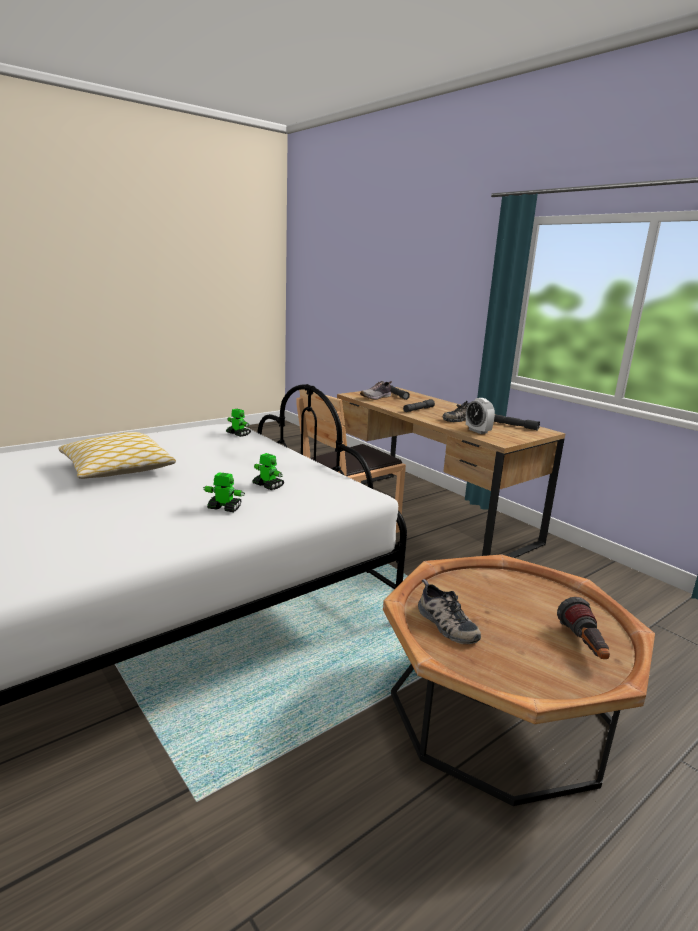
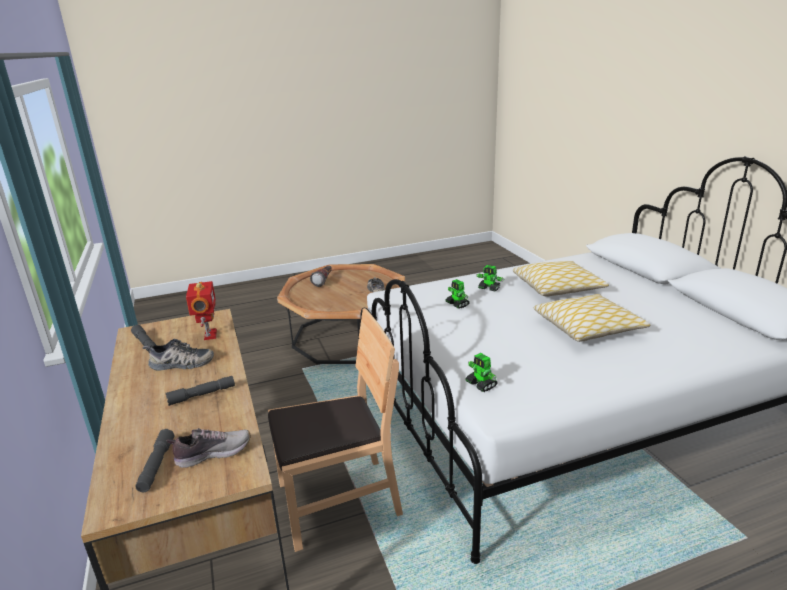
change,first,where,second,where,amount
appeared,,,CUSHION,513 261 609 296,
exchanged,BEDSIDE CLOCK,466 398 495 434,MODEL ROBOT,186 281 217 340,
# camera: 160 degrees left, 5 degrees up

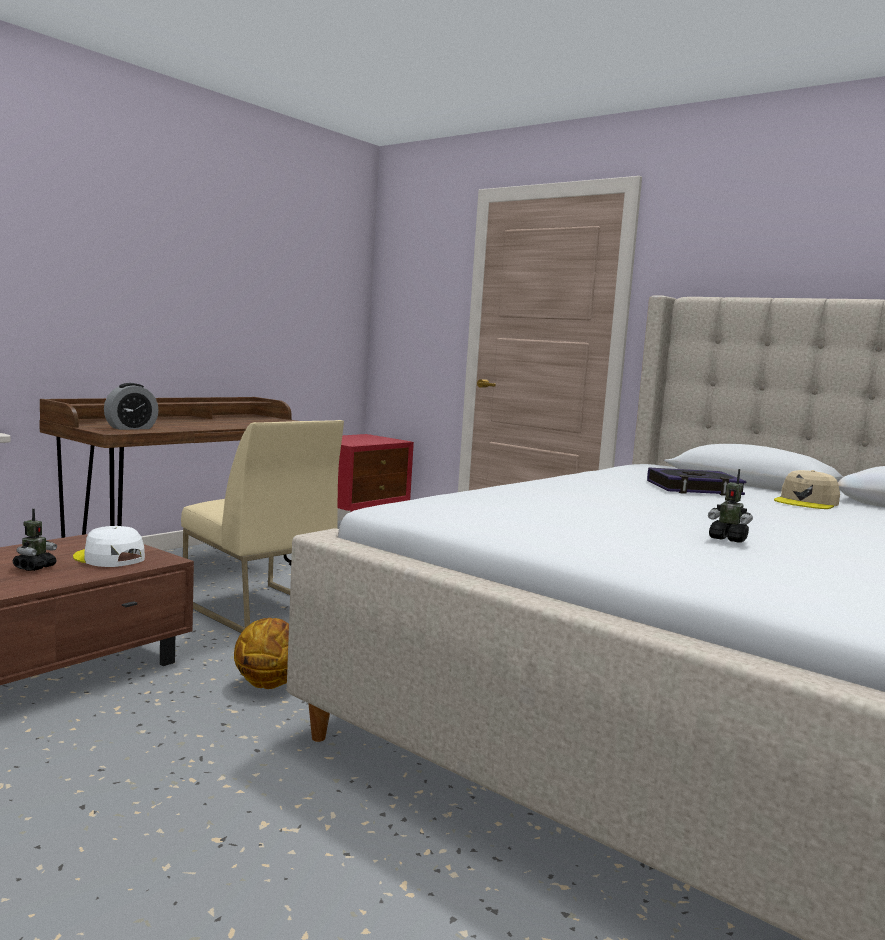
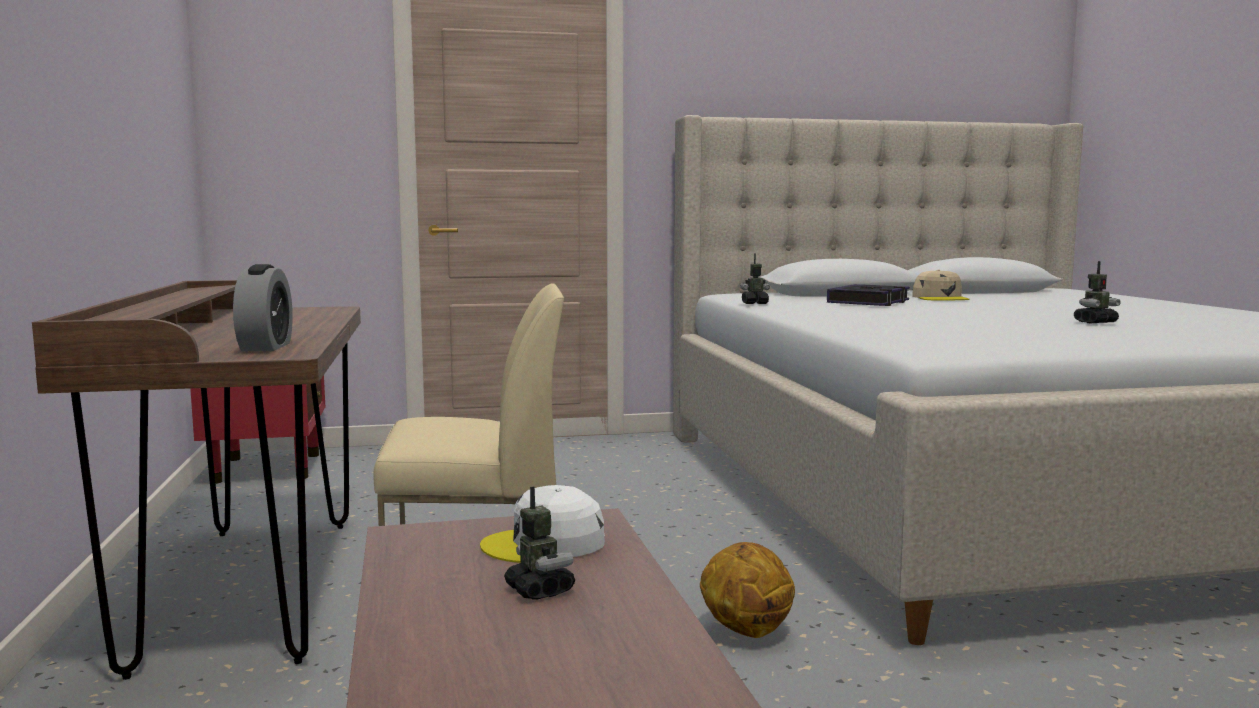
change,first,where,second,where,amount
appeared,,,MODEL ROBOT,740 253 770 304,
# camera: 50 degrees left, 0 degrees up

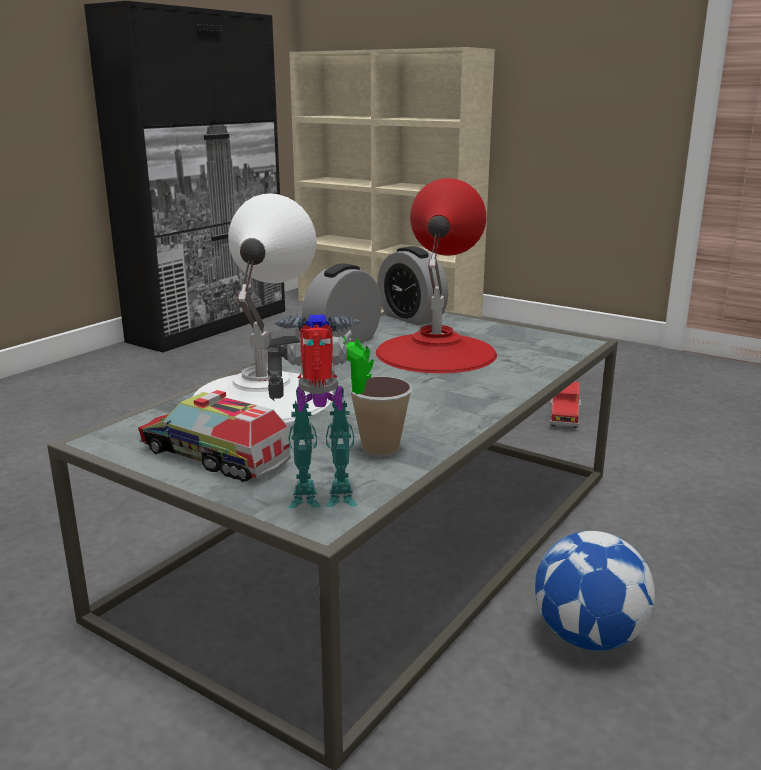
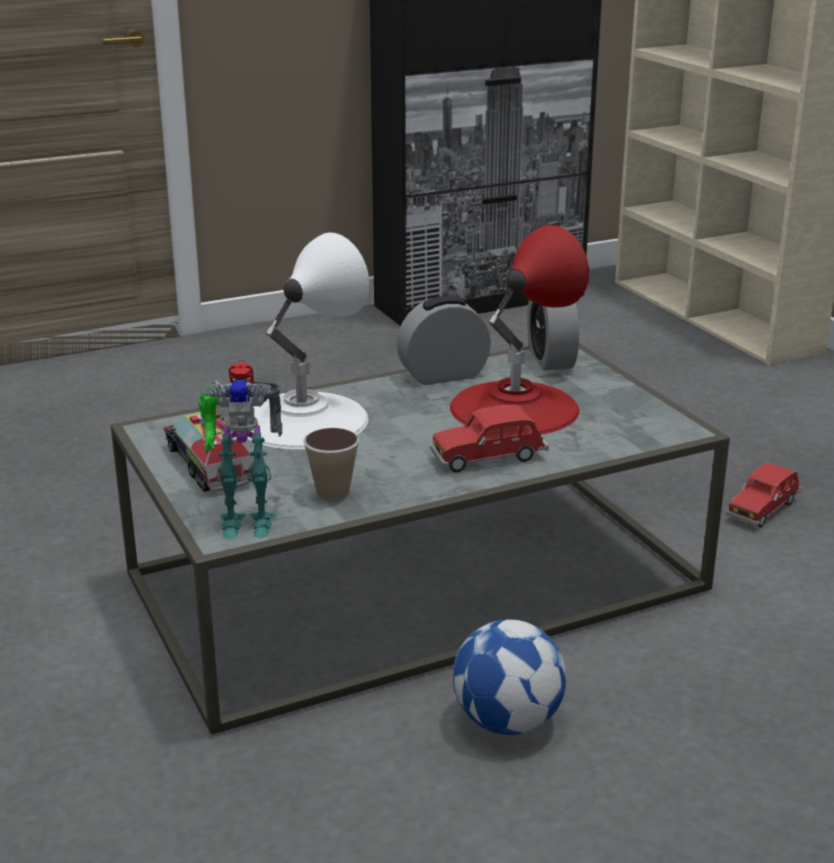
change,first,where,second,where,amount
appeared,,,RED-COLOURED TOY CAR,430 404 549 472,
spun,MODEL ROBOT,264 313 374 508,,198 360 282 540,150 degrees clockwise
# camera: 30 degrees right, 5 degrees up

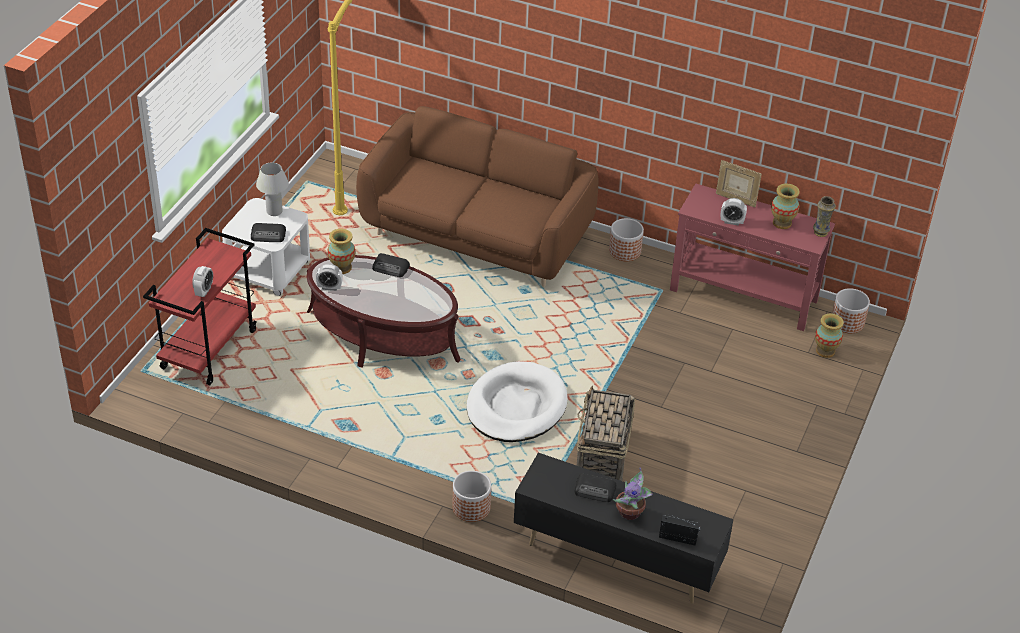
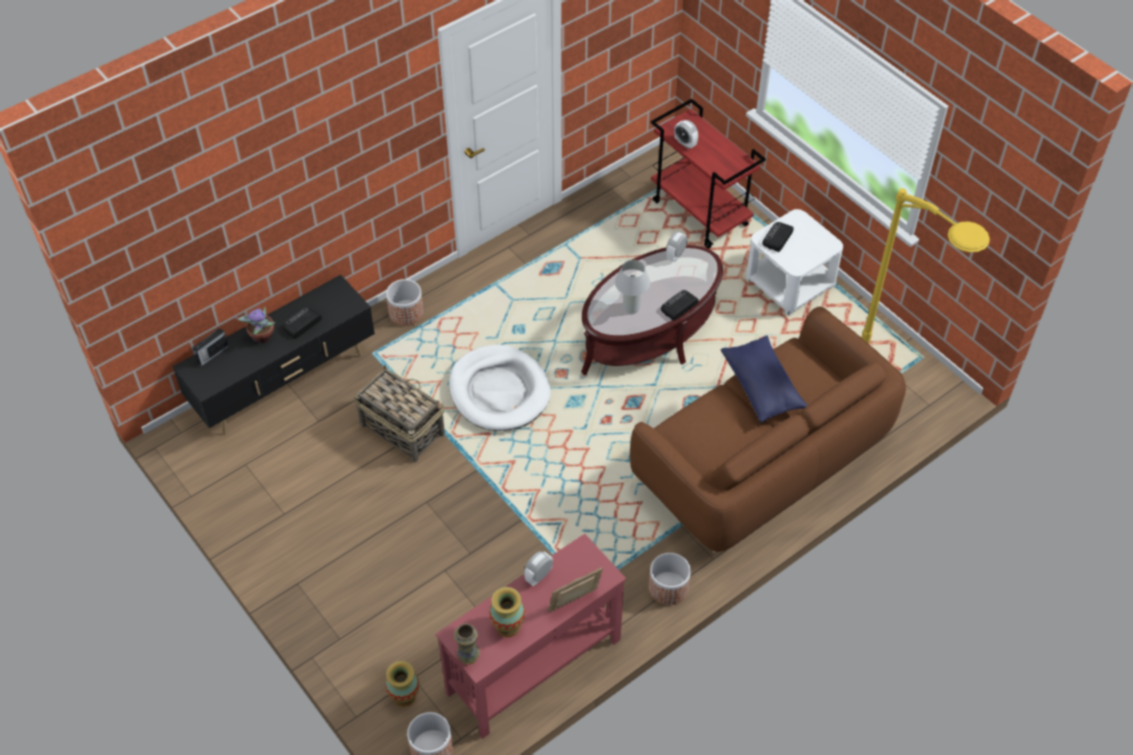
change,first,where,second,where,amount
missing,VASE,327 229 355 274,,,
appeared,,,BLUE-COLOURED CUSHION,721 335 808 423,
relocated,WHITE-COLOURED LAMP FOR A TABLE,256 163 289 216,,615 260 650 314,
# camera: 120 degrees right, 10 degrees up

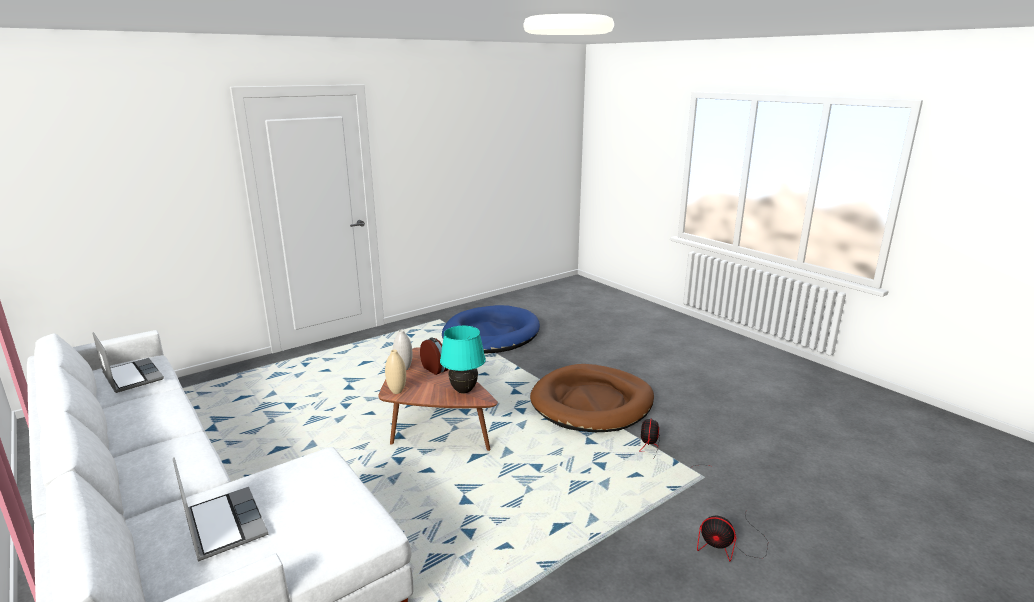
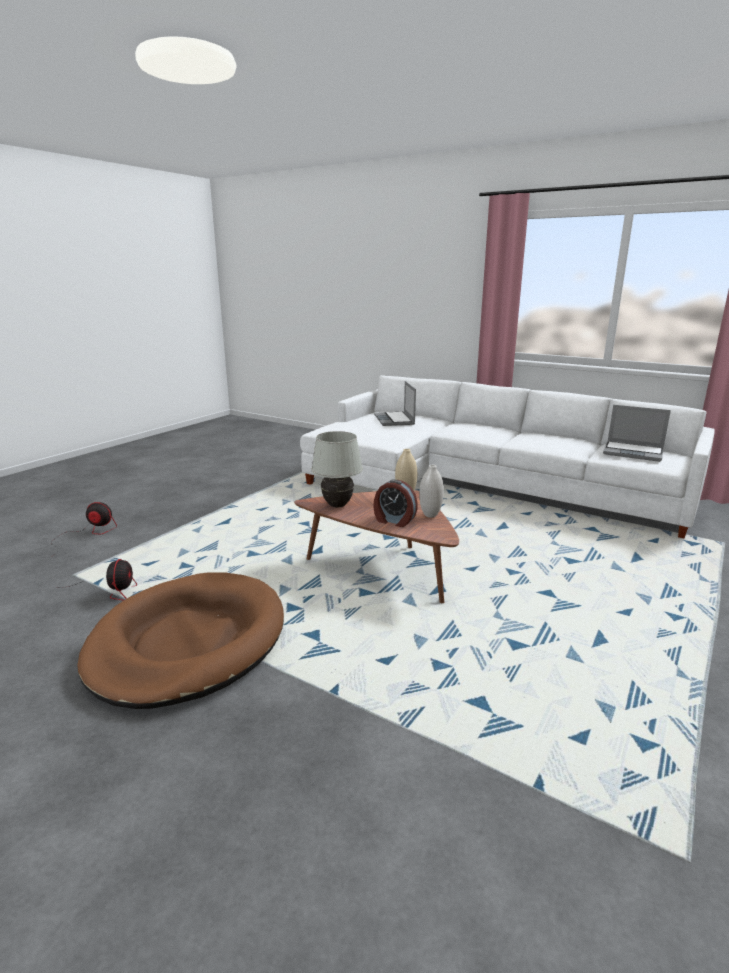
change,first,where,second,where,amount
missing,BLUE-COLOURED PET BED,442 305 540 353,,,
colour,TURQUOISE LAMP FOR A TABLE,440 326 486 393,WHITE-COLOURED LAMP FOR A TABLE,311 431 363 508,
spun,LAPTOP,173 457 268 562,,374 381 416 426,45 degrees clockwise
# camera: 160 degrees right, 0 degrees up

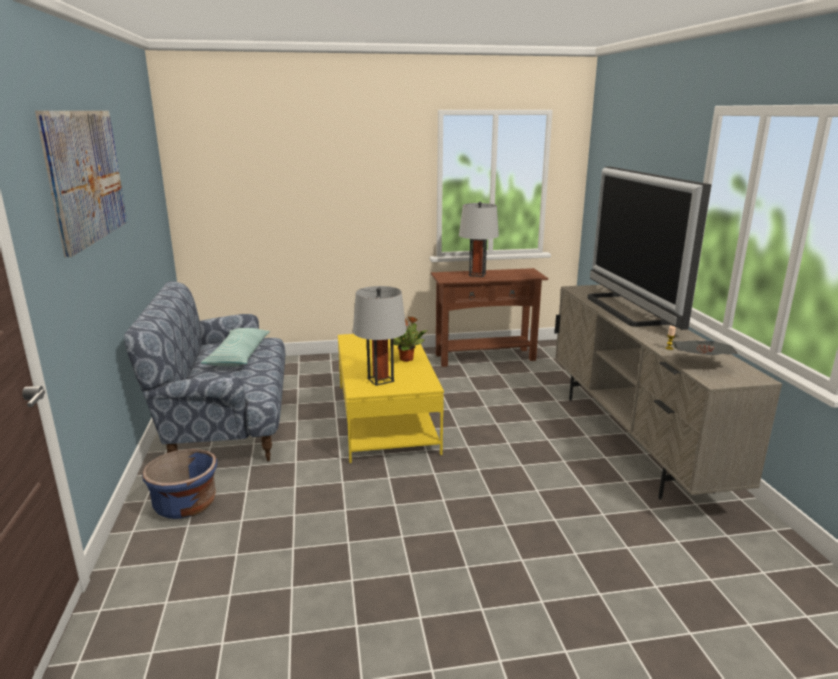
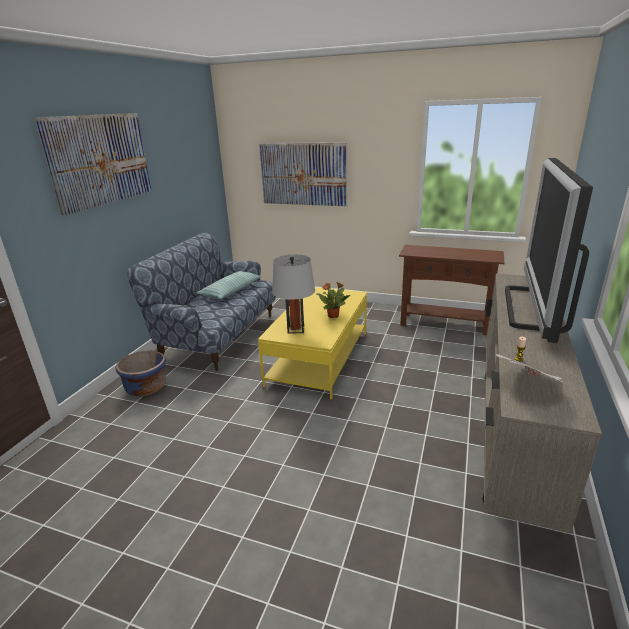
change,first,where,second,where,amount
missing,GREYISH LAMP FOR A TABLE,459 202 499 277,,,
appeared,,,PICTURE,259 142 346 206,
# camera: 30 degrees right, 5 degrees up

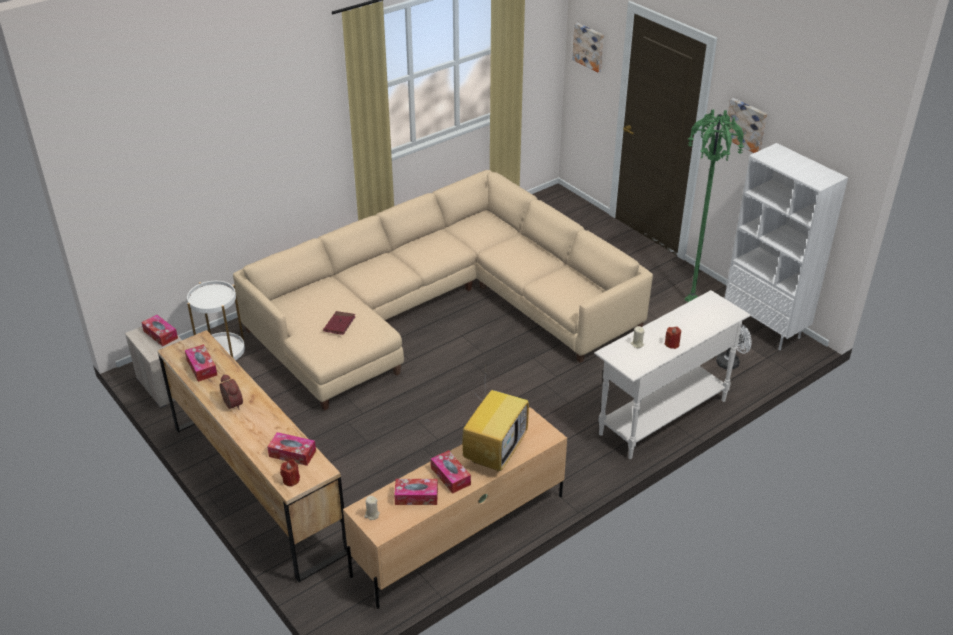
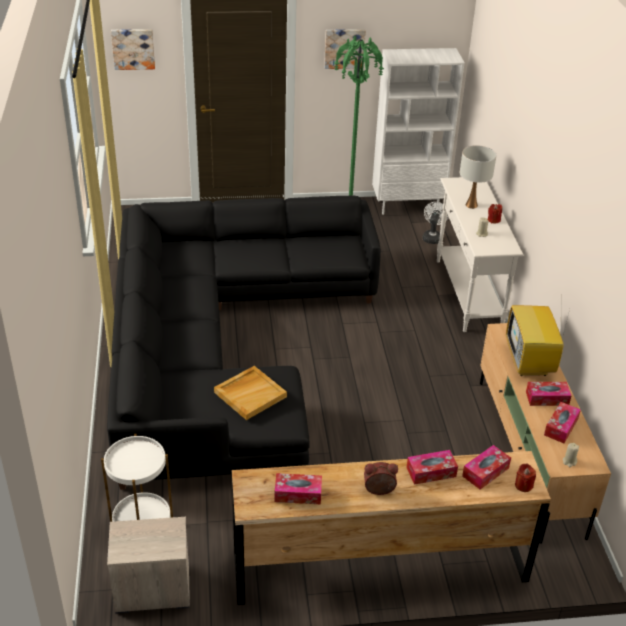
change,first,where,second,where,amount
appeared,,,WHITE-COLOURED LAMP FOR A TABLE,460 145 496 209,
relocated,TISSUE HOLDER,141 315 178 346,,406 450 458 485,
exchanged,RED-COLOURED BOUND BOOK,323 311 356 335,SAND-COLOURED CARRYING TRAY,214 366 287 420,
colour,SAND-COLOURED SETTEE,233 170 653 411,BLACK-COLOURED SETTEE,107 195 381 490,
spun,TELEVISION,462 390 529 471,,506 305 569 376,150 degrees counterclockwise
# camera: 60 degrees left, 0 degrees up

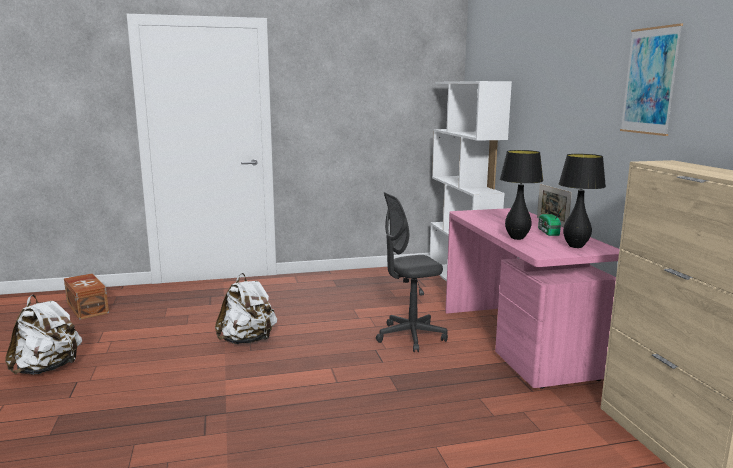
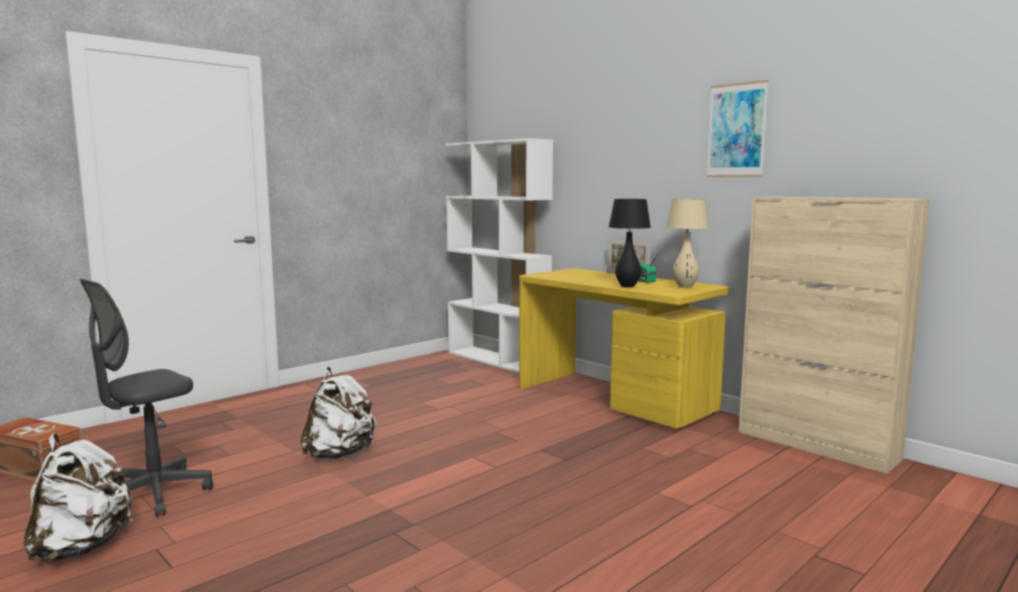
change,first,where,second,where,amount
relocated,GREYISH COMPUTER CHAIR,376 192 448 352,,80 279 213 517,
colour,PINK DESK,445 208 619 389,YELLOW DESK,519 268 729 429,
colour,BLACK-COLOURED LAMP FOR A TABLE,559 154 606 248,SAND-COLOURED LAMP FOR A TABLE,666 199 710 288,
# camera: 30 degrees left, 5 degrees down

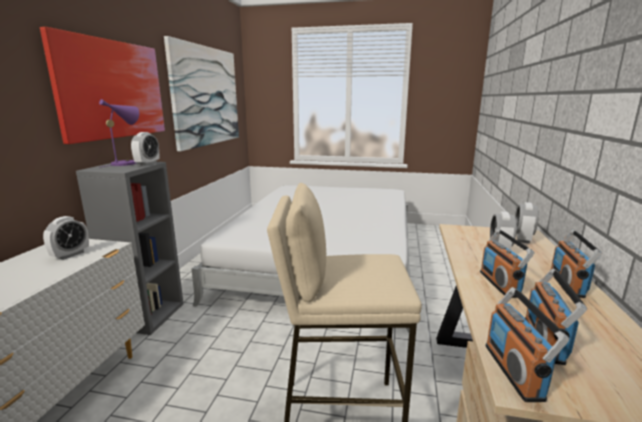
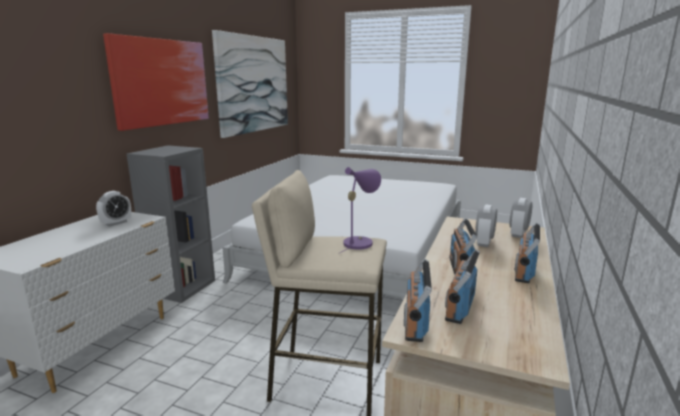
change,first,where,second,where,amount
missing,BEDSIDE CLOCK,131 132 159 166,,,
relocated,PURPLE LAMP FOR A TABLE,99 99 139 167,,340 167 381 253,
# camera: 10 degrees right, 0 degrees up

